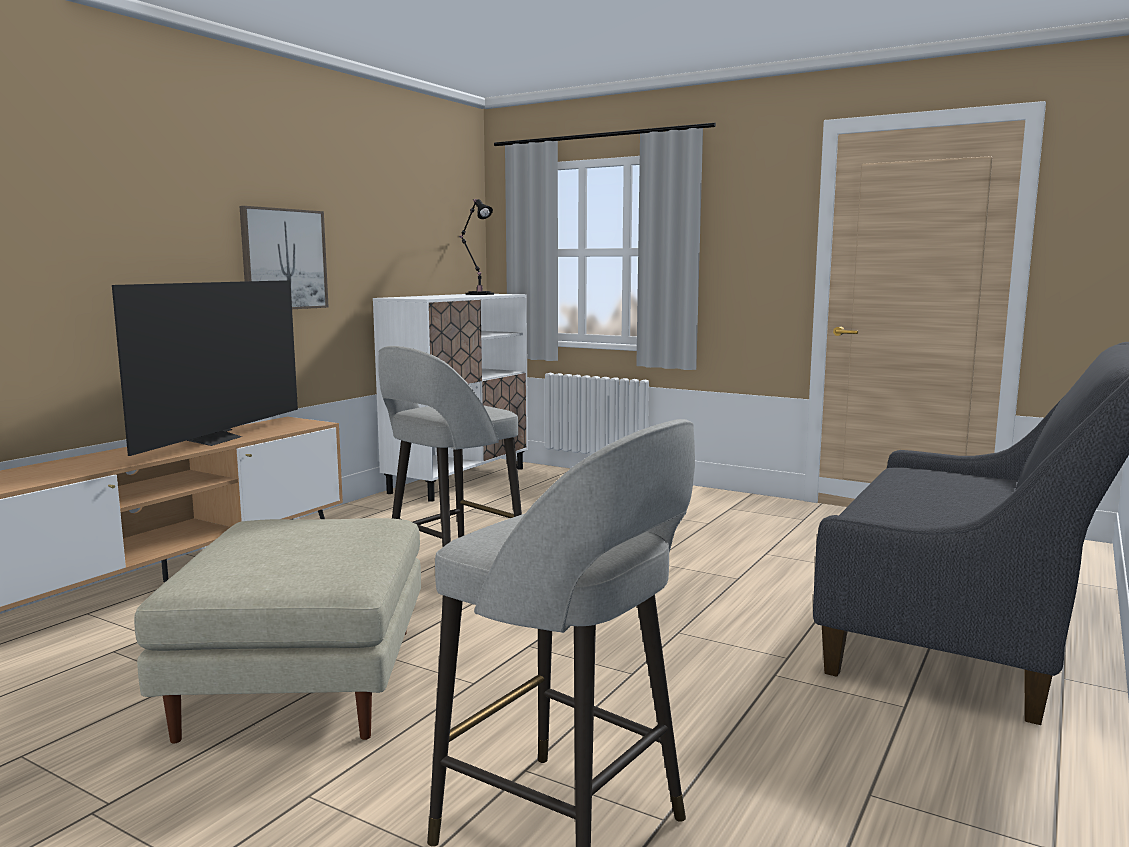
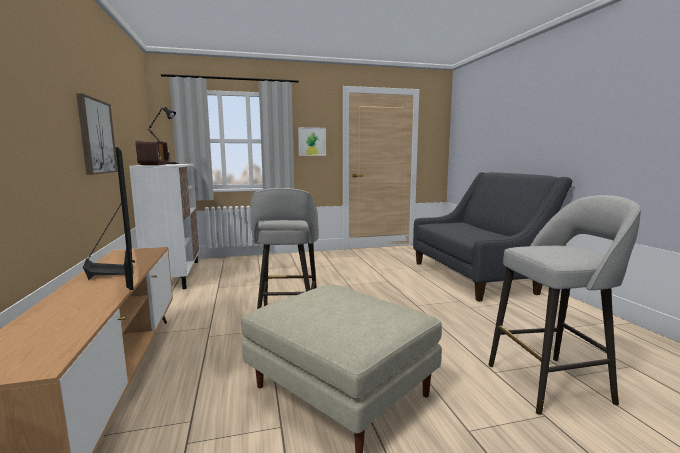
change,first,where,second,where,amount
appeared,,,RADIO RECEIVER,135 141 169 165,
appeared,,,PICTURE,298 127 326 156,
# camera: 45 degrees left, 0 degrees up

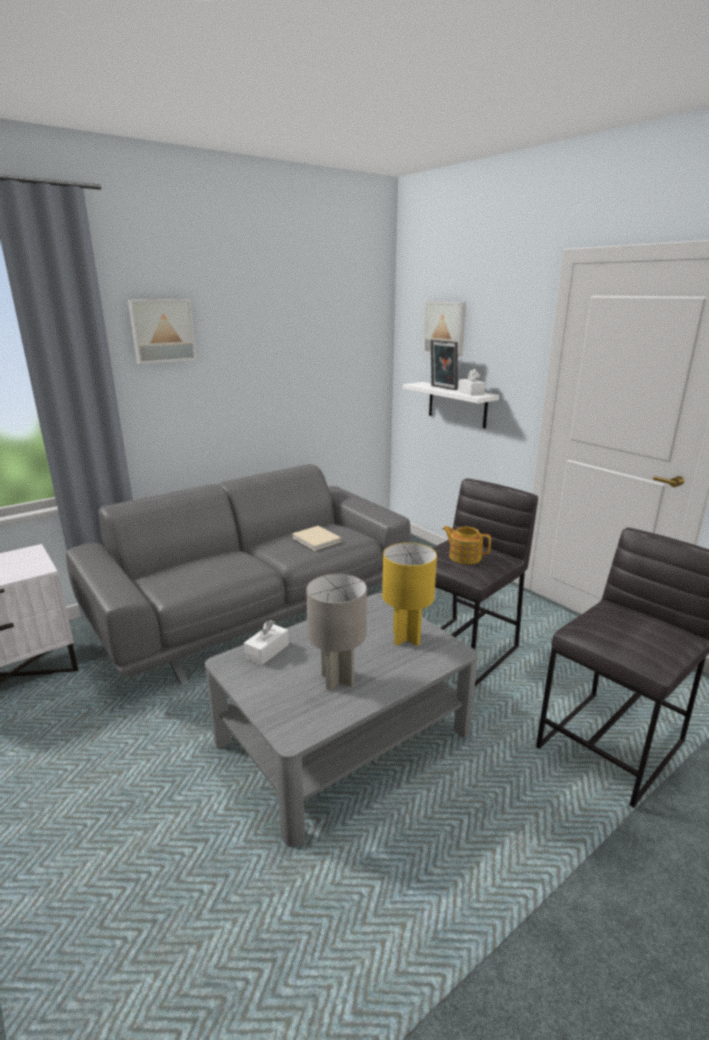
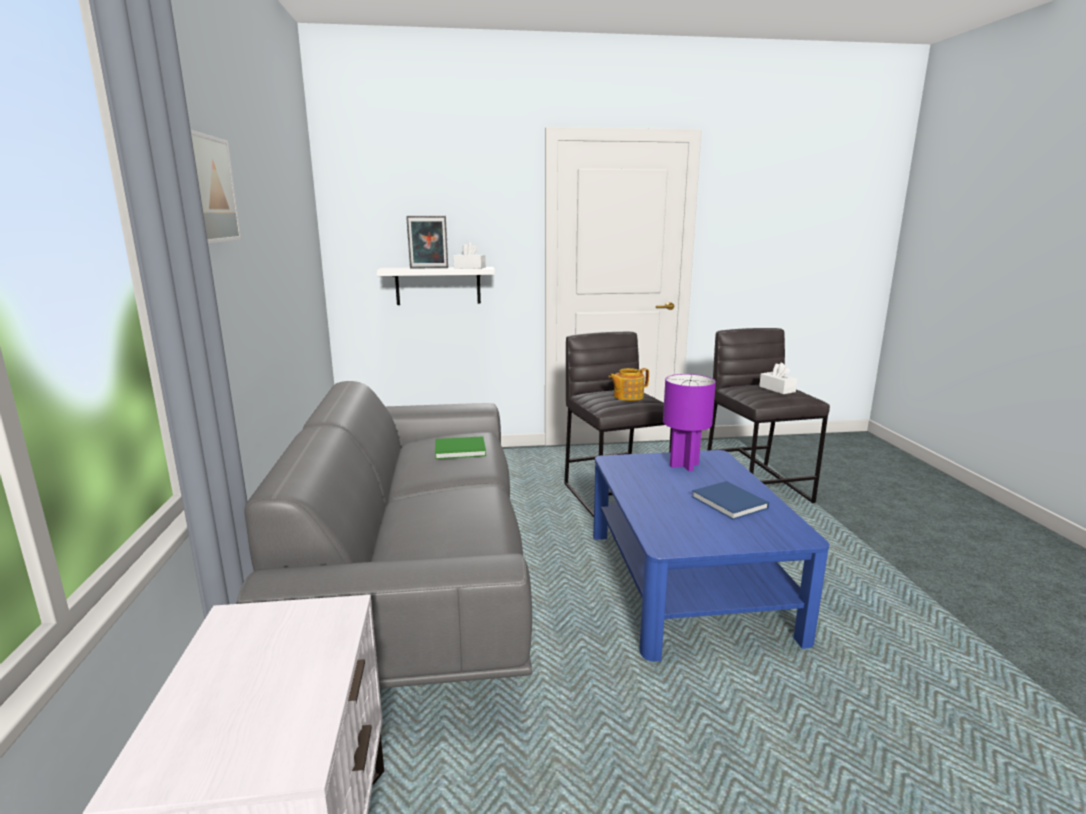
change,first,where,second,where,amount
missing,PICTURE,423 302 466 357,,,
relocated,WHITE-COLOURED TISSUE HOLDER,244 620 289 665,,759 363 797 394,
exchanged,GREYISH LAMP FOR A TABLE,306 574 367 691,BLUE-COLOURED BOUND BOOK,692 481 769 520,
colour,GREYISH LOUNGE TABLE,205 593 478 847,BLUE-COLOURED LOUNGE TABLE,593 450 830 662,
colour,SAND-COLOURED BOUND BOOK,292 526 342 551,GREEN-COLOURED BOUND BOOK,435 436 486 459,
colour,YELLOW LAMP FOR A TABLE,382 543 437 646,PURPLE LAMP FOR A TABLE,663 374 716 471,
# camera: 60 degrees left, 5 degrees down

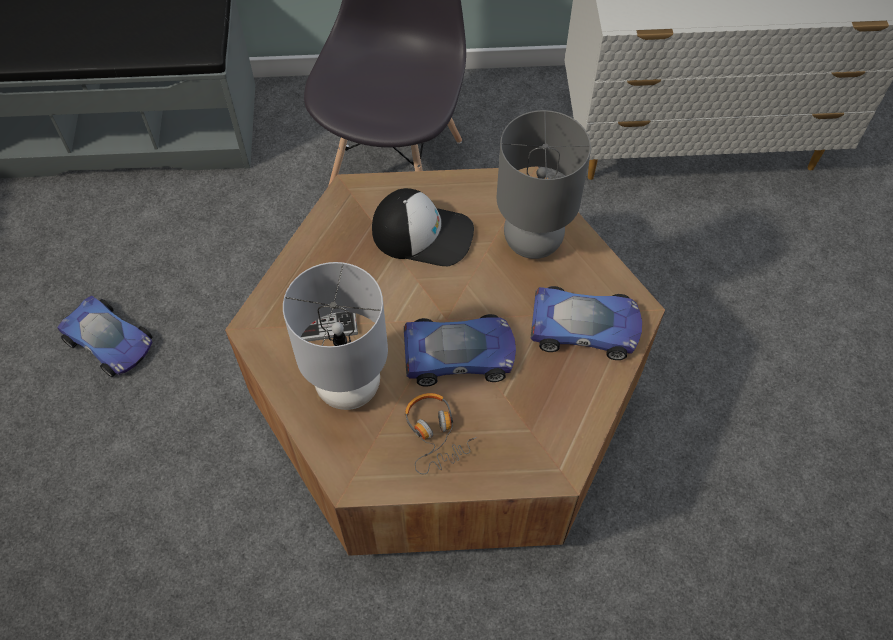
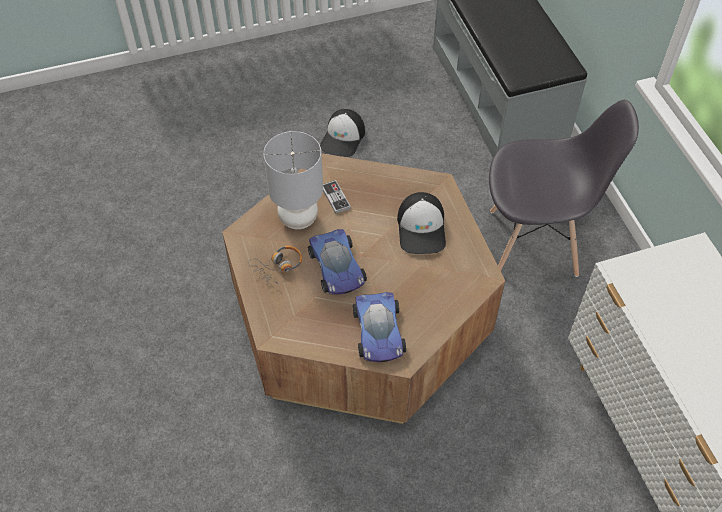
change,first,where,second,where,amount
missing,GREYISH LAMP FOR A TABLE,496 110 591 259,,,
exchanged,TOY CAR,57 295 153 377,PEAKED CAP,320 109 365 157,
# camera: 75 degrees right, 5 degrees down

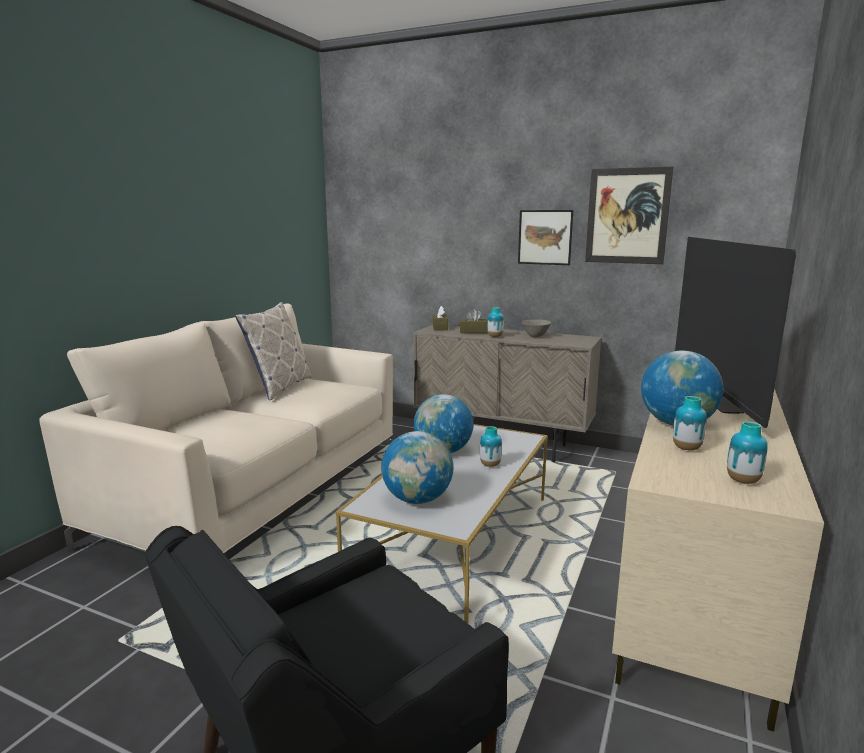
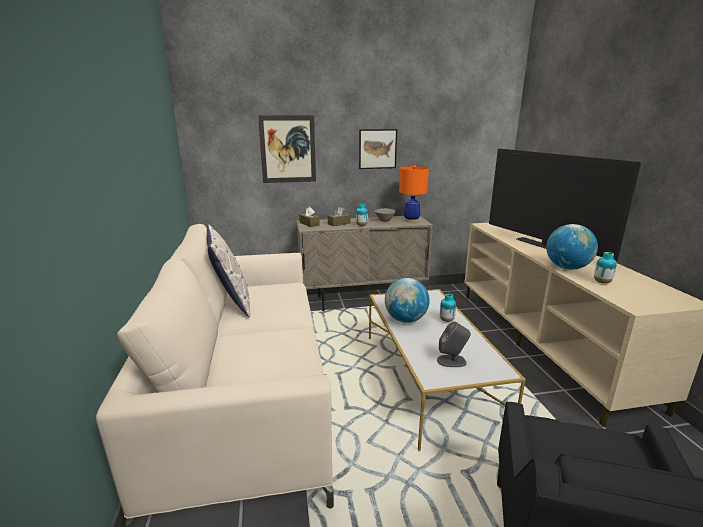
change,first,where,second,where,amount
missing,VASE,727 421 767 484,,,
appeared,,,ORANGE-COLOURED LAMP FOR A TABLE,399 165 429 222,
relocated,PICTURE,585 167 673 264,,258 115 316 183,
exchanged,WORLD GLOBE,381 431 453 504,GREYISH LOUDSPEAKER,437 321 471 367,
# camera: 35 degrees left, 5 degrees up

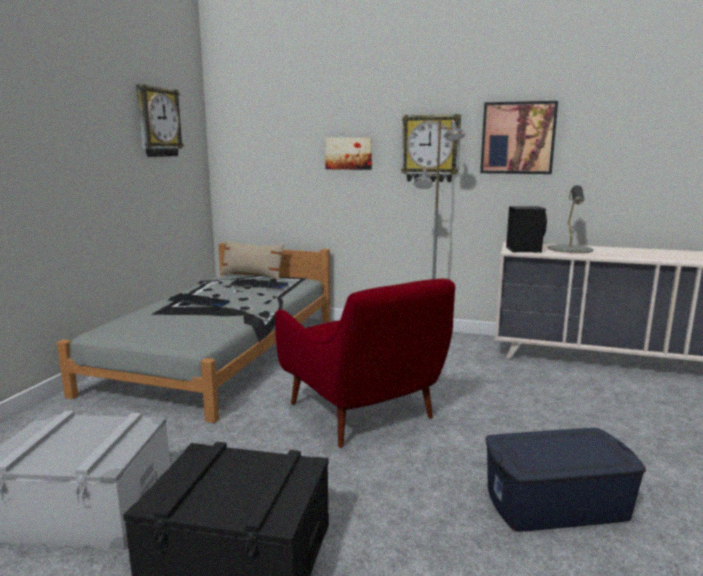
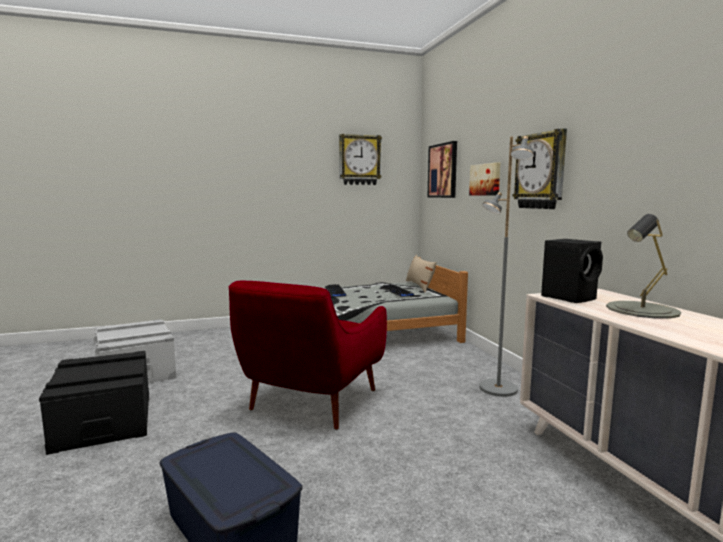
change,first,where,second,where,amount
relocated,PICTURE,480 101 558 174,,428 141 457 198,
# camera: 55 degrees right, 5 degrees down

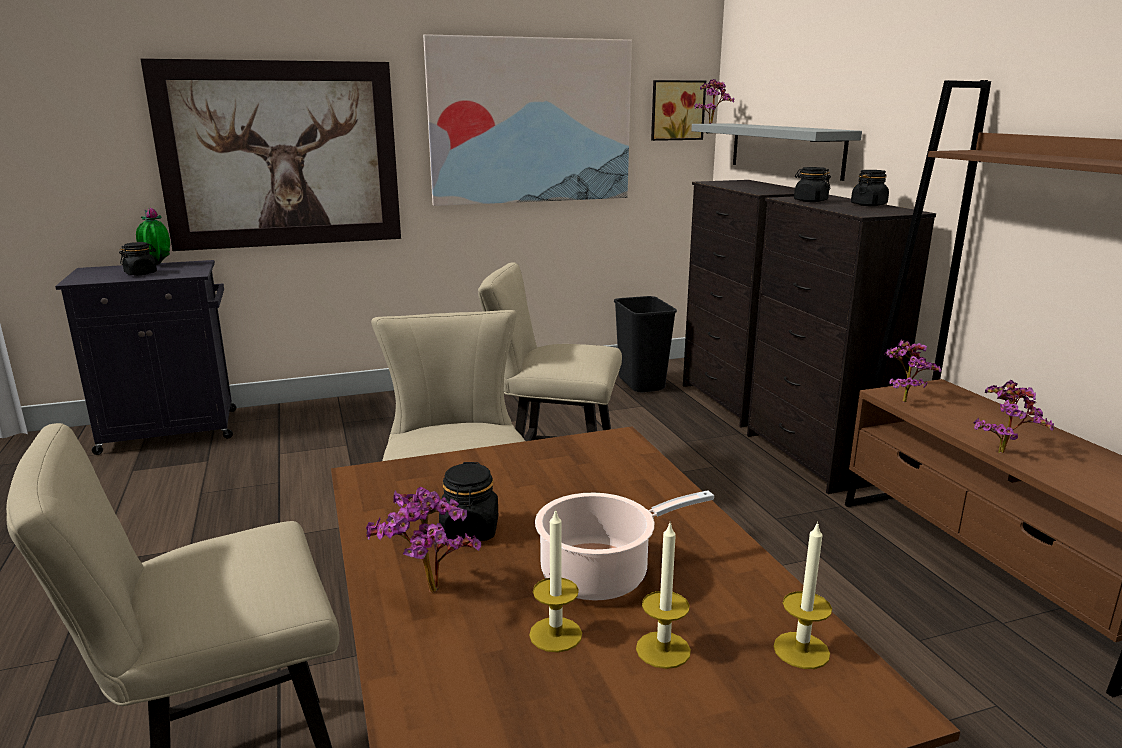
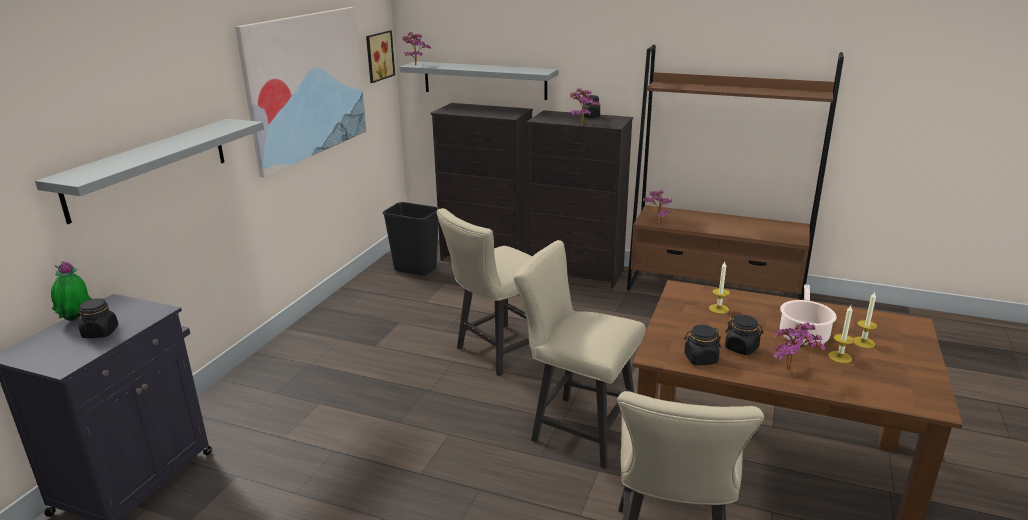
change,first,where,second,where,amount
relocated,CANDLE,773 521 832 669,,709 262 730 314,
relocated,BLACK-COLOURED PRESERVE JAR,794 167 831 202,,684 325 721 365,
relocated,POTTED PLANT,973 380 1054 453,,570 88 601 124,
exchanged,PICTURE,140 58 401 251,GREYISH BRACKET SHELF,35 119 264 224,
# camera: 50 degrees left, 5 degrees up

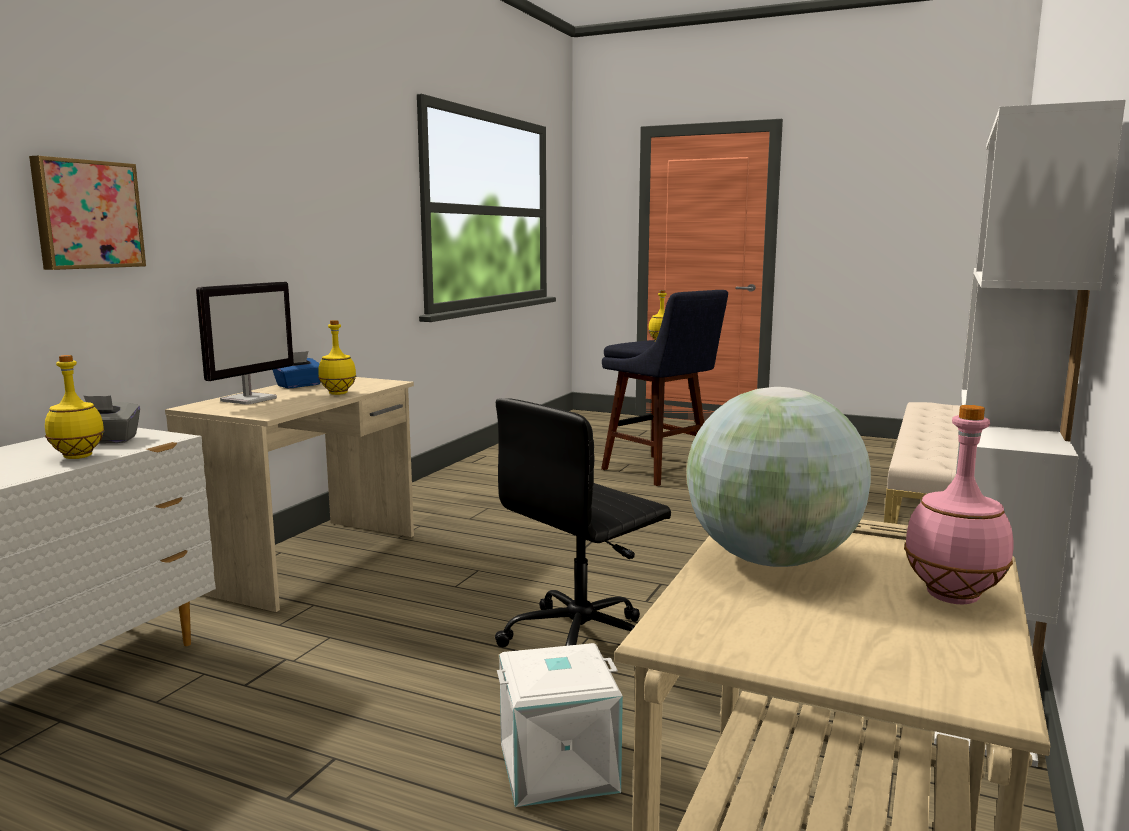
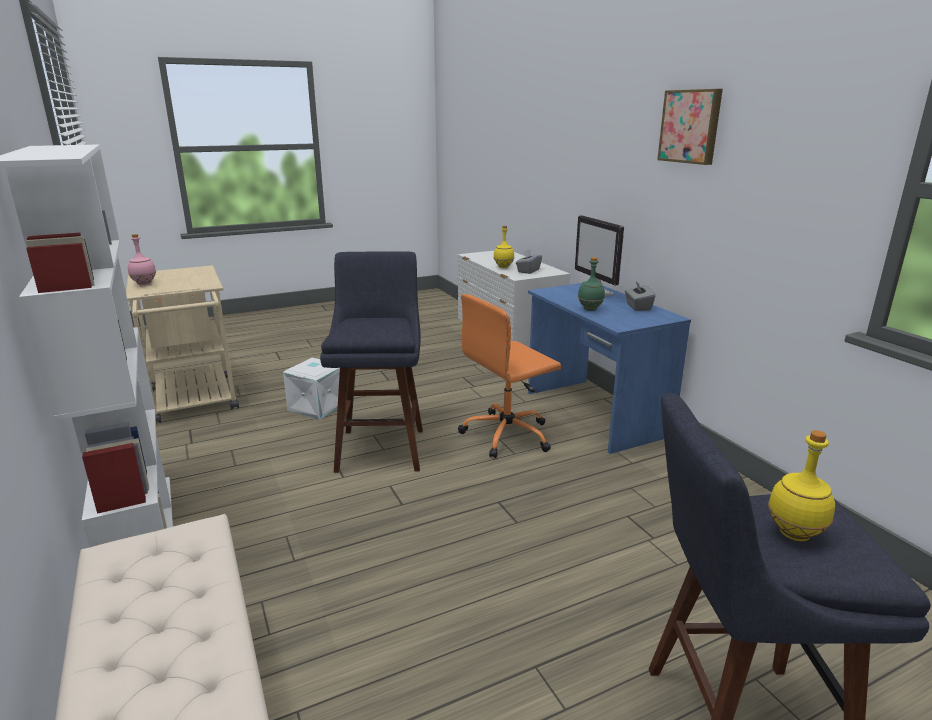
change,first,where,second,where,amount
missing,WORLD GLOBE,687 387 871 567,,,
appeared,,,ORANGE-COLOURED COMPUTER CHAIR,458 294 561 458,
relocated,PICTURE,29 156 146 270,,657 89 723 165,
exchanged,BLACK-COLOURED COMPUTER CHAIR,495 398 671 647,BLUE-COLOURED SITTING STOOL,320 251 423 473,
colour,SAND-COLOURED DESK,165 377 414 612,BLUE-COLOURED DESK,528 283 691 454,
colour,BLUE-COLOURED TISSUE HOLDER,273 351 321 388,GREYISH TISSUE HOLDER,625 281 655 311,
colour,YELLOW BEVERAGE BOTTLE,318 320 356 395,GREEN-COLOURED BEVERAGE BOTTLE,578 257 605 311,
# camera: 130 degrees right, 10 degrees up

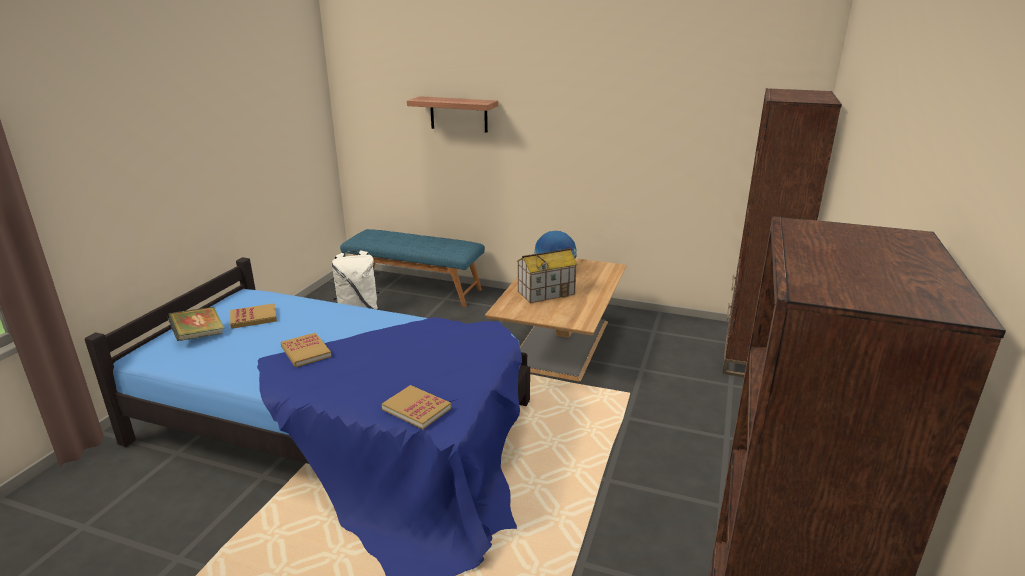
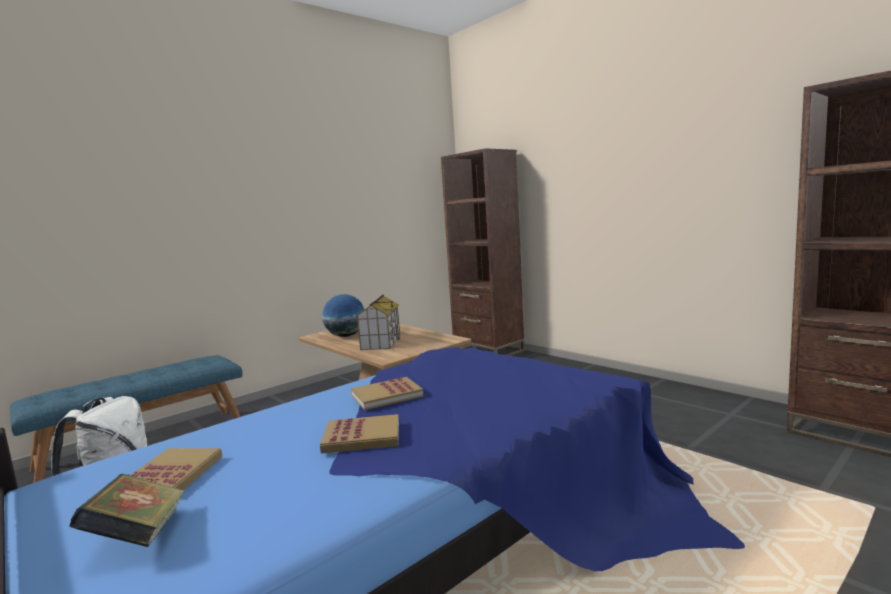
change,first,where,second,where,amount
missing,BRACKET SHELF,407 96 498 133,,,
relocated,BOUND BOOK,382 385 452 429,,351 377 424 410,
# camera: 60 degrees left, 15 degrees down

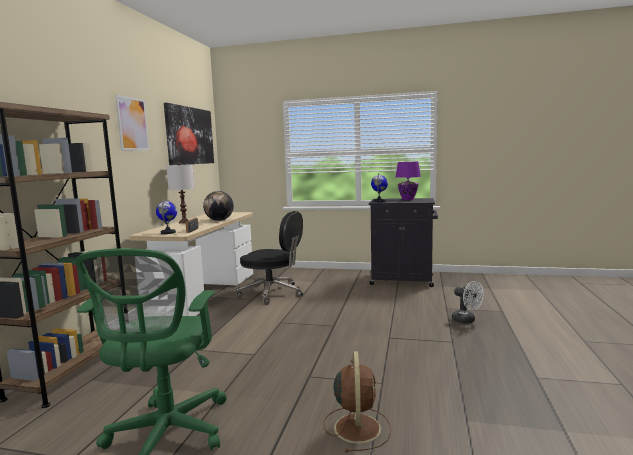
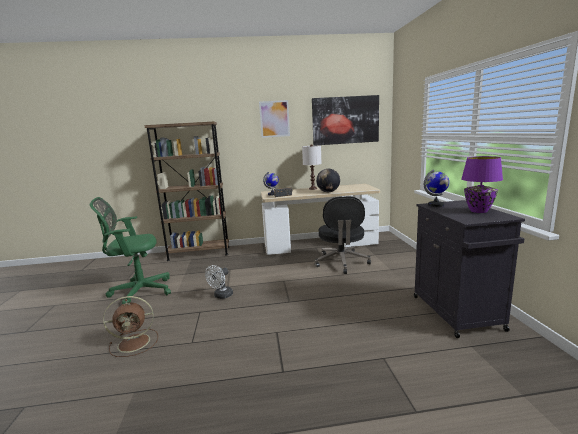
change,first,where,second,where,amount
relocated,WHITE-COLOURED ELECTRIC FAN,452 281 484 324,,205 265 233 299,
# camera: 70 degrees right, 5 degrees up

